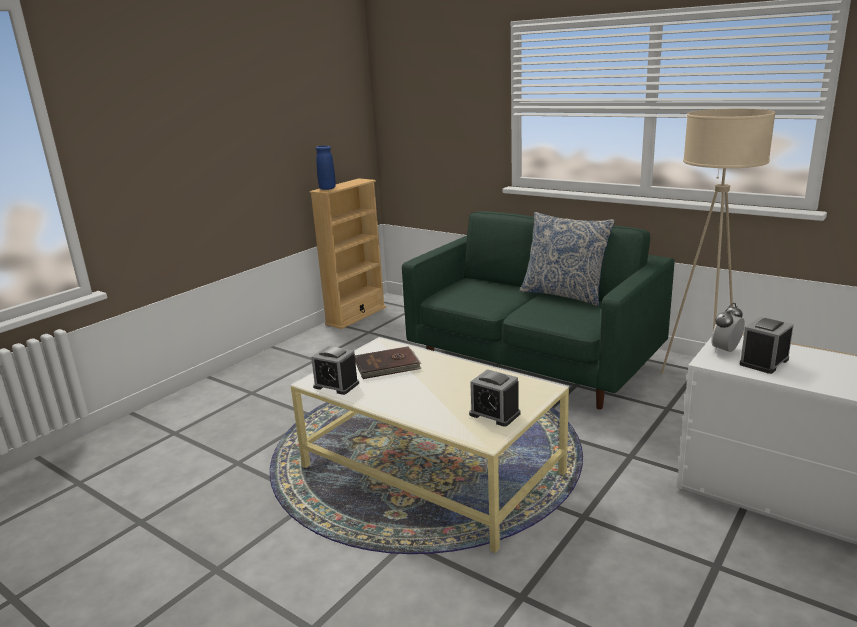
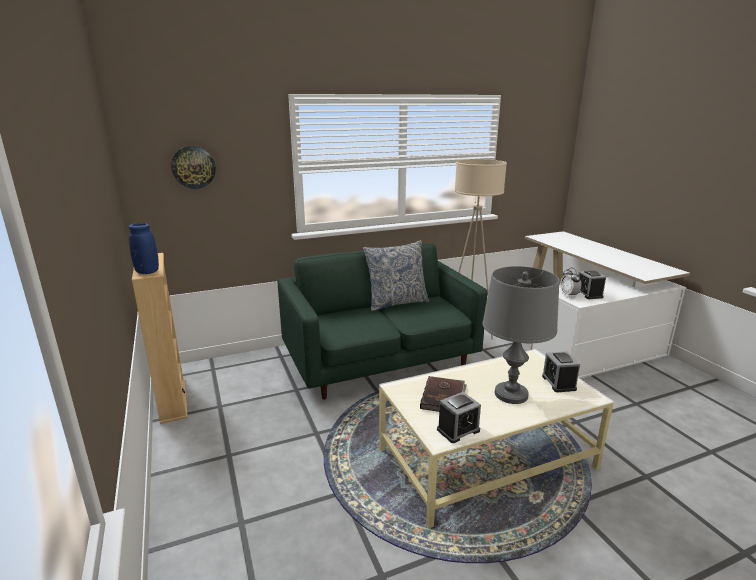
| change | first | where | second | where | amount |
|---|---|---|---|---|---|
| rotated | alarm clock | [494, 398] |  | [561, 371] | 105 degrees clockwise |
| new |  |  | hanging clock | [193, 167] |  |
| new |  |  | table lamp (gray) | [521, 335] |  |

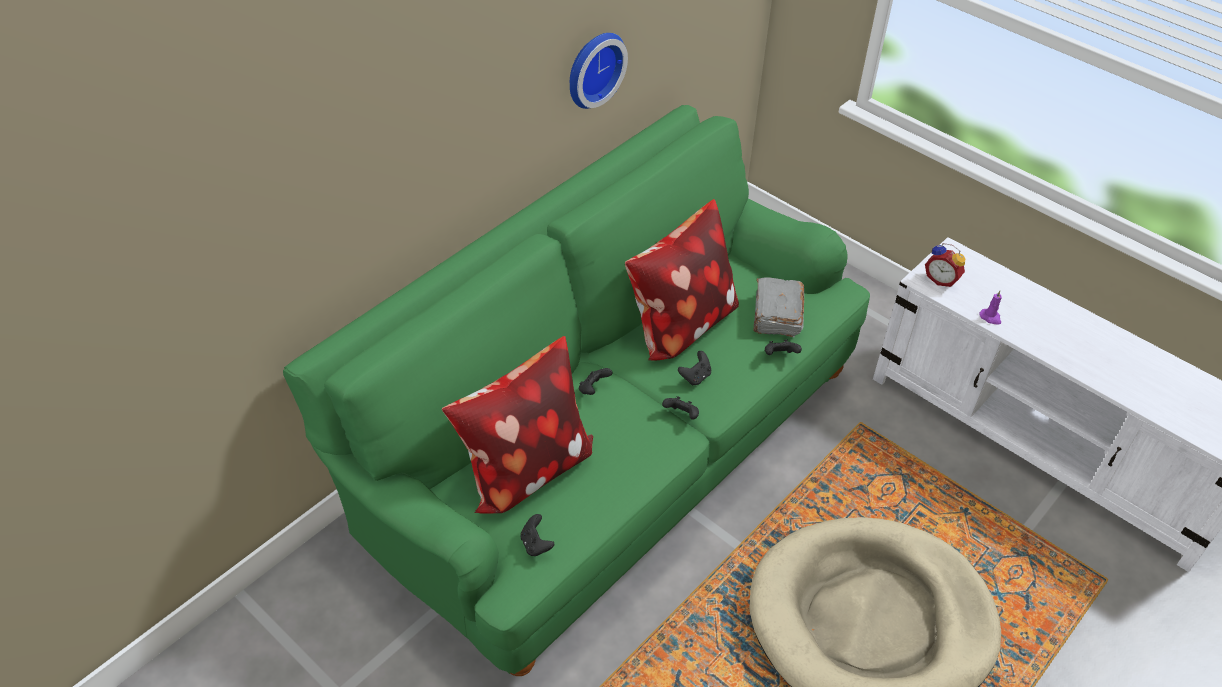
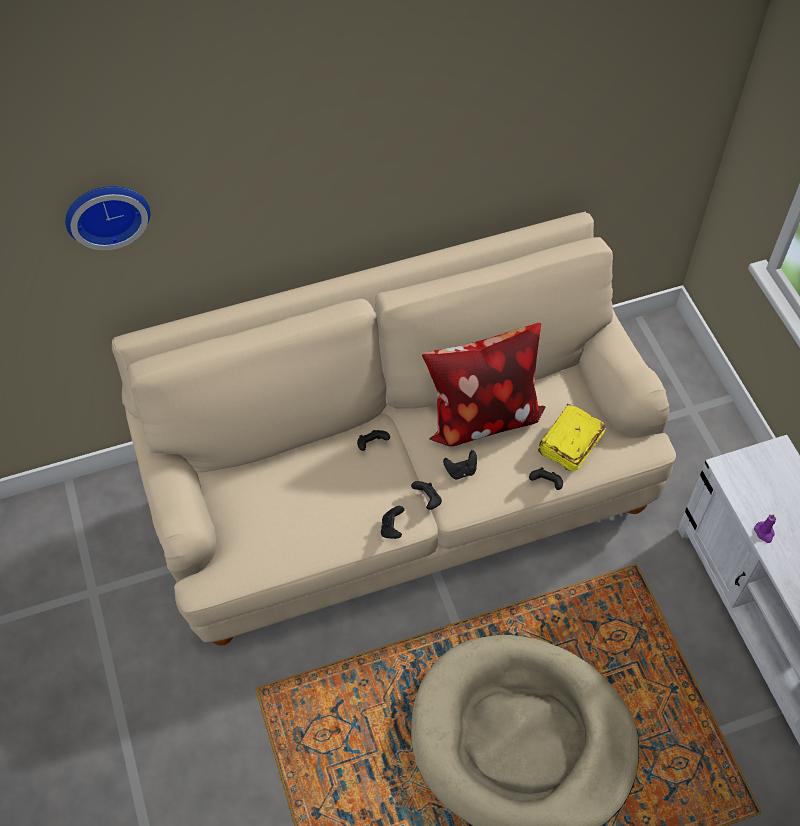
| change | first | where | second | where | amount |
|---|---|---|---|---|---|
| shifted | hanging clock | [599, 71] |  | [107, 218] |  |
| repainted | couch (green) | [576, 390] | couch (beige) | [394, 429] |  |
| gone | alarm clock | [945, 265] |  |  |  |
| repainted | volume (gray) | [778, 307] | volume (yellow-coloured) | [572, 438] |  |
| gone | pillow | [517, 425] |  |  |  |
| shifted | gamepad (black) | [538, 535] |  | [392, 522] |  |

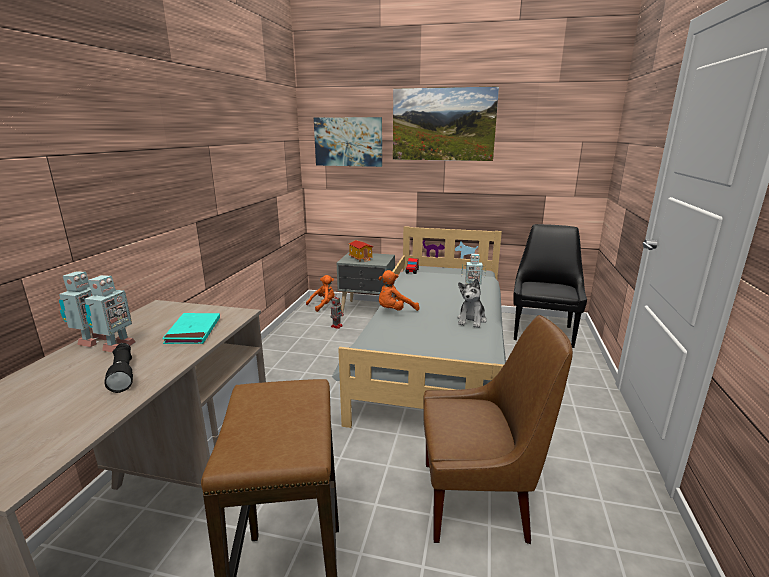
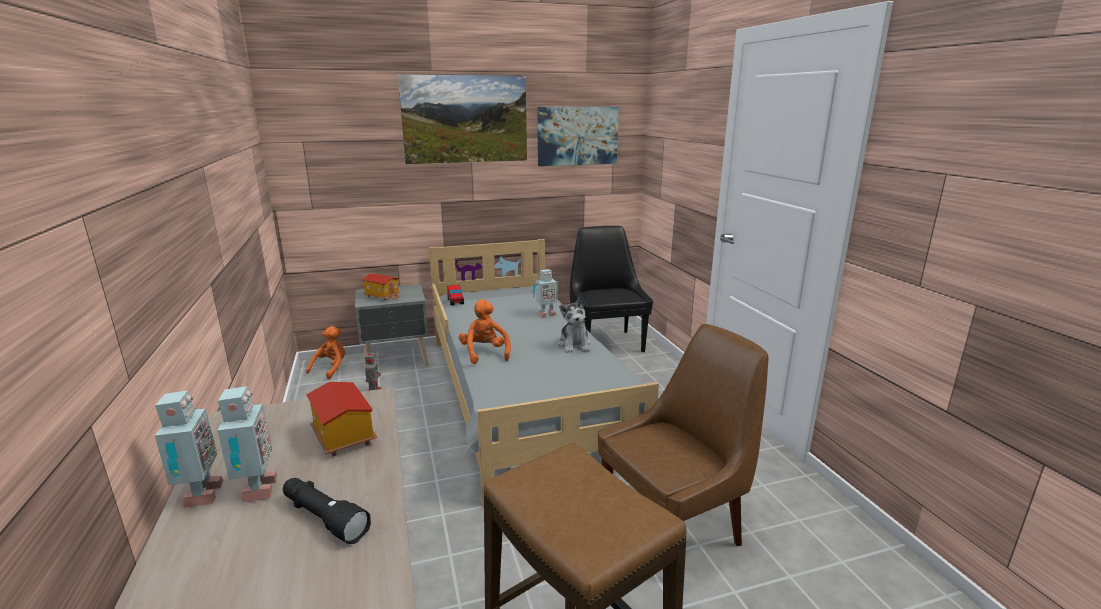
| change | first | where | second | where | amount |
|---|---|---|---|---|---|
| shifted | picture | [348, 142] |  | [578, 136] |  |
| rotated | cuddly toy (orange) | [399, 290] |  | [485, 331] | 135 degrees clockwise |
| swapped | volume (blue-green) | [191, 328] | toy house | [341, 419] |  |

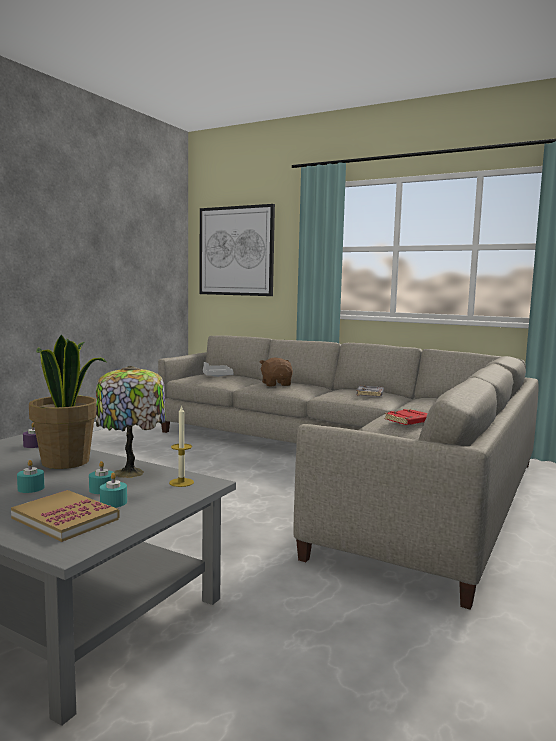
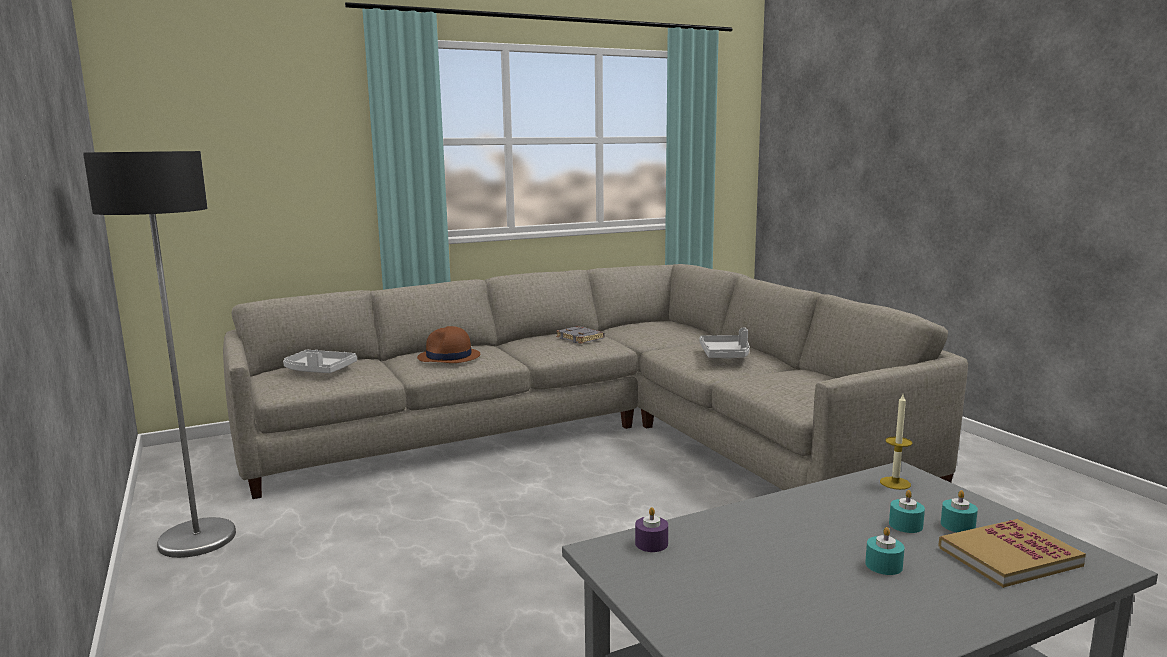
| change | first | where | second | where | amount |
|---|---|---|---|---|---|
| gone | picture | [237, 250] |  |  |  |
| gone | potted plant | [68, 402] |  |  |  |
| swapped | cuddly toy (brown-coloured) | [276, 371] | clothing hat (brown-coloured) | [448, 344] |  |
| gone | table lamp | [131, 422] |  |  |  |
| swapped | volume (red) | [406, 417] | tray (gray) | [724, 343] |  |
| new |  |  | standard lamp | [159, 354] |  |

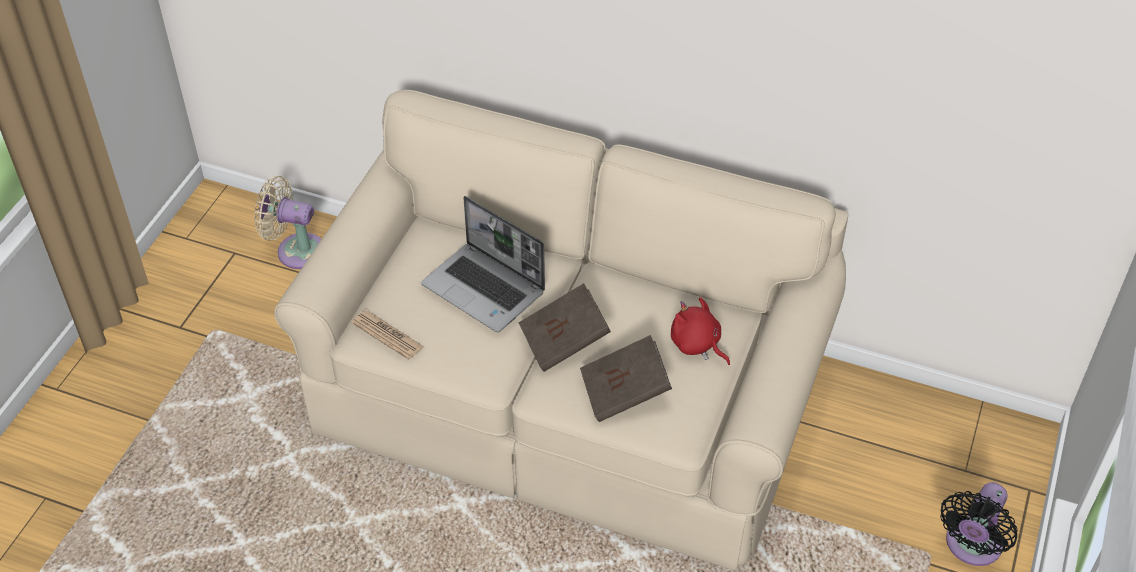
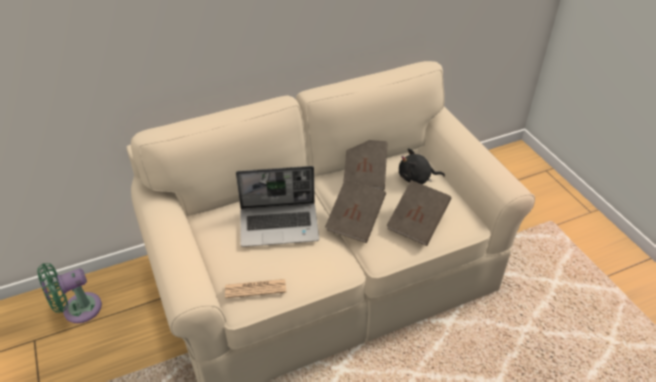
| change | first | where | second | where | amount |
|---|---|---|---|---|---|
| repainted | cooling fan (beige) | [287, 222] | cooling fan (green) | [69, 293] |  |
| repainted | cuddly toy (red) | [700, 331] | cuddly toy (black) | [422, 166] |  |
| gone | cooling fan (black) | [979, 524] |  |  |  |
| new |  |  | volume (brown-coloured) | [365, 165] |  |

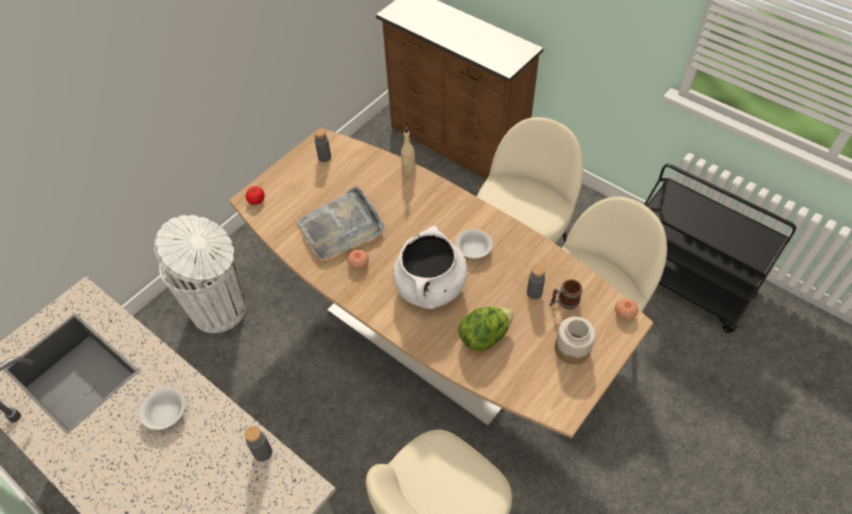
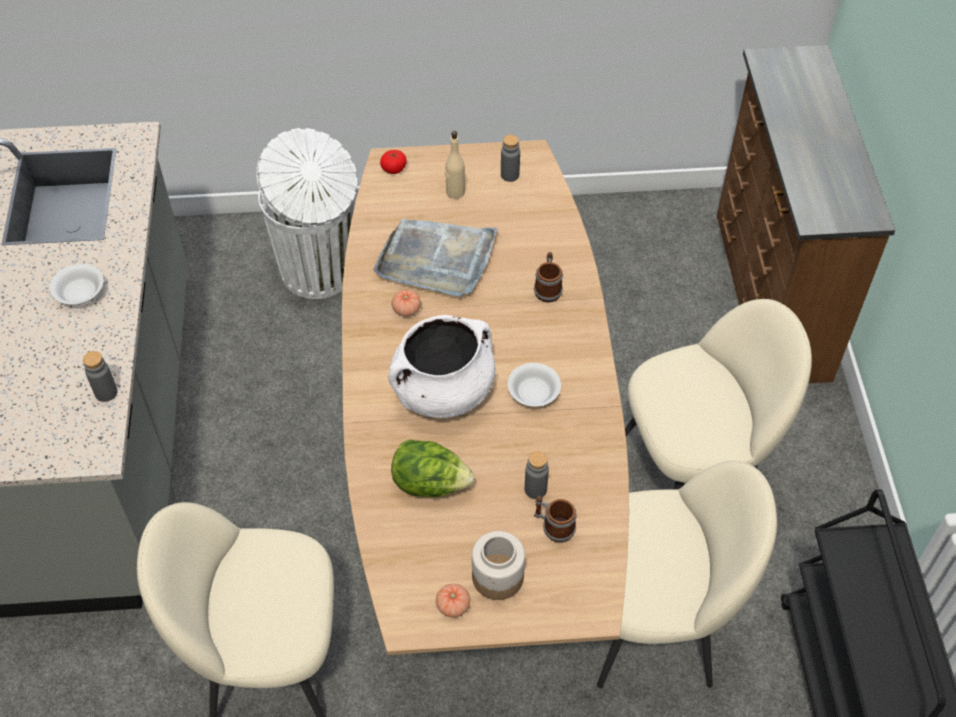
| change | first | where | second | where | amount |
|---|---|---|---|---|---|
| shifted | beverage bottle (beige) | [408, 151] |  | [455, 165] |  |
| shifted | fresh tomato | [626, 309] |  | [453, 600] |  |
| new |  |  | mug | [548, 277] |  |

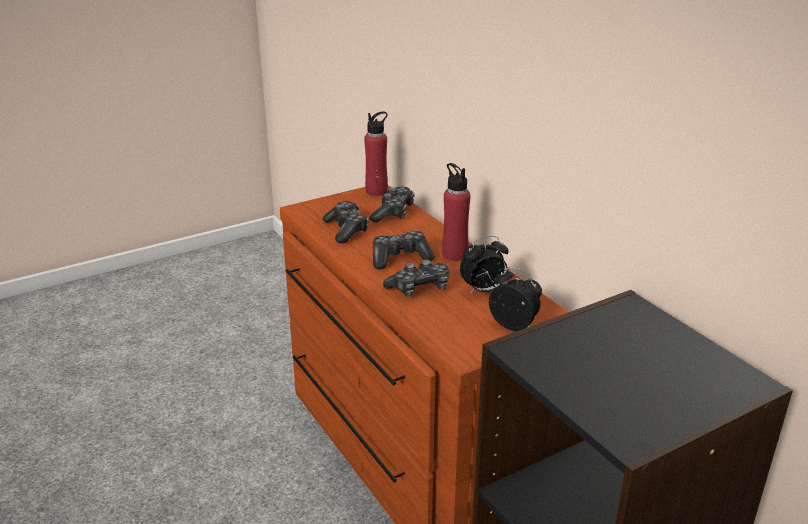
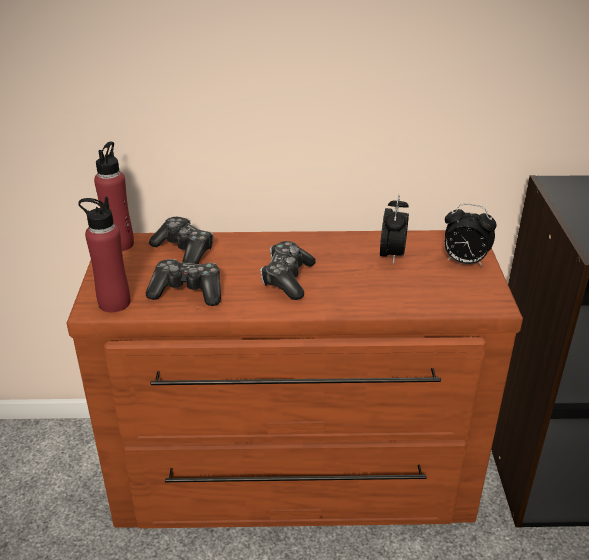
| change | first | where | second | where | amount |
|---|---|---|---|---|---|
| shifted | beverage bottle (red) | [456, 212] |  | [104, 254] |  |
| gone | gamepad | [416, 278] |  |  |  |
| rotated | alarm clock | [515, 299] |  | [471, 235] | 135 degrees counterclockwise |

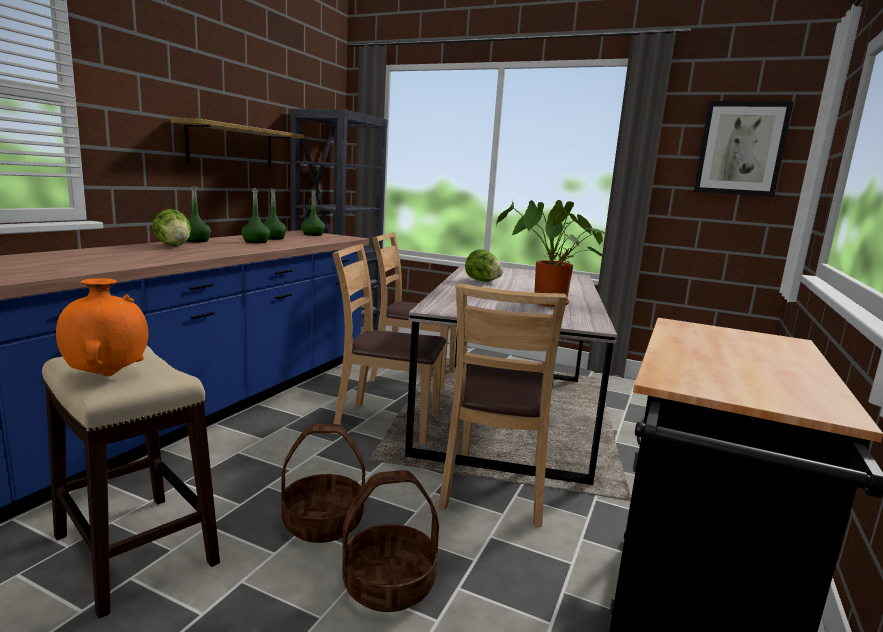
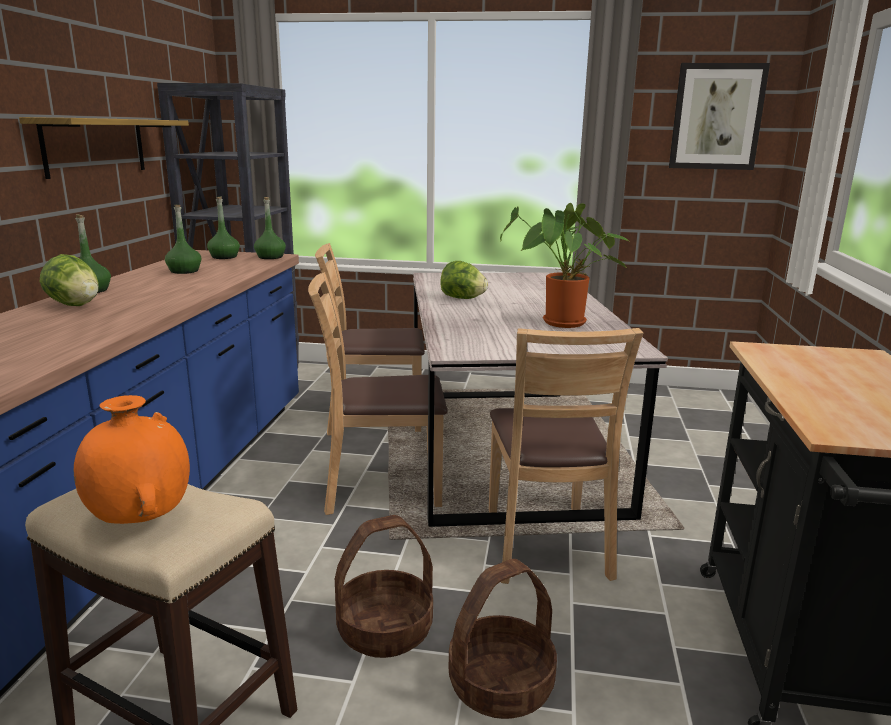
| change | first | where | second | where | amount |
|---|---|---|---|---|---|
| shifted | beverage bottle (green) | [255, 215] |  | [270, 228] |  |

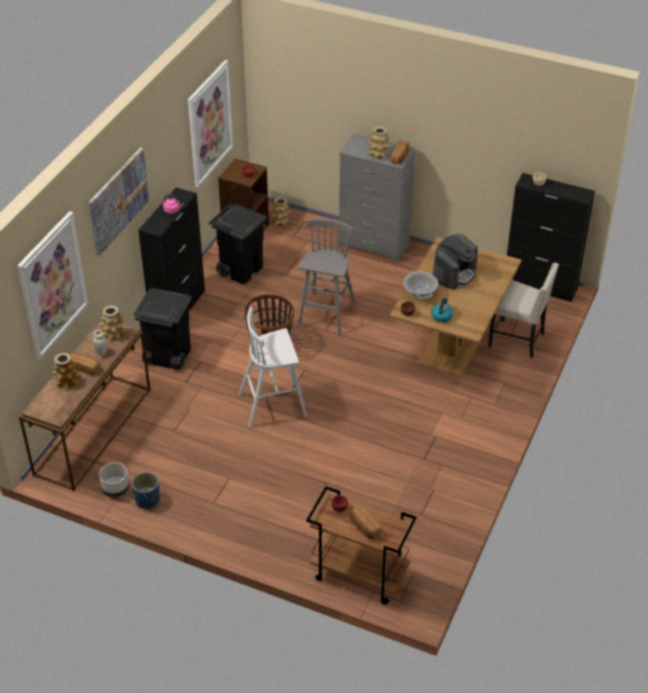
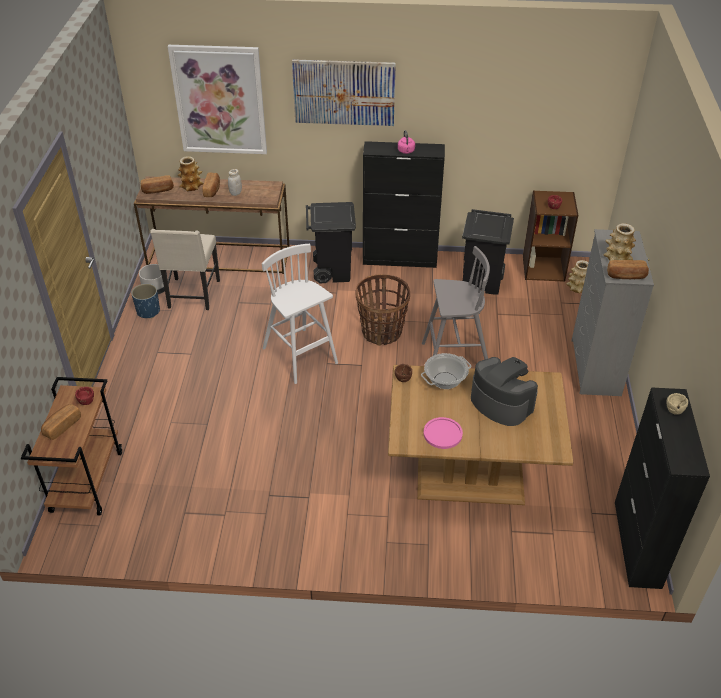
| change | first | where | second | where | amount |
|---|---|---|---|---|---|
| gone | picture | [210, 123] |  |  |  |
| rotated | coffee brewer | [455, 262] |  | [504, 391] | 150 degrees counterclockwise |
| shifted | upright chair (beige) | [523, 310] |  | [185, 269] |  |
| gone | tea kettle | [442, 310] |  |  |  |
| gone | decorative vase | [112, 323] |  |  |  |
| new |  |  | baked bread | [157, 184] |  |
| new |  |  | dinner plate (pink-coloured) | [443, 433] |  |

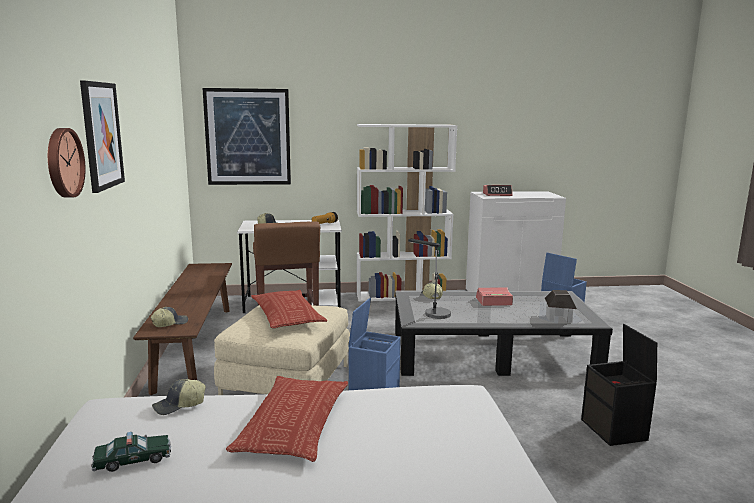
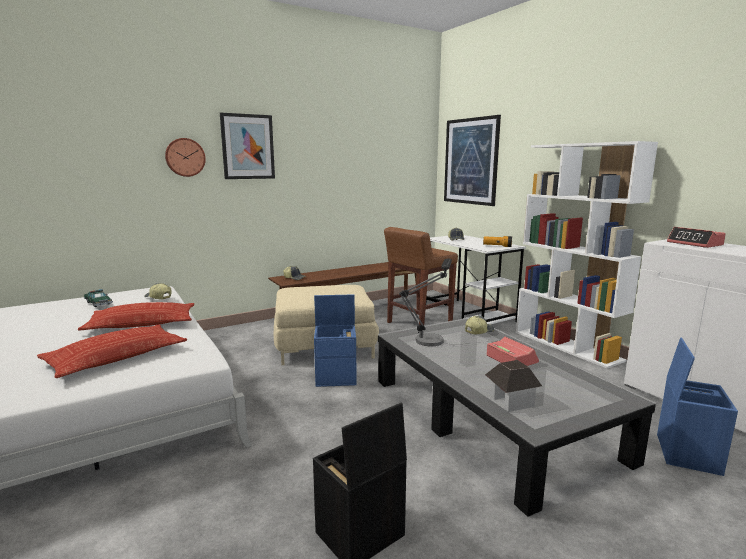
| change | first | where | second | where | amount |
|---|---|---|---|---|---|
| shifted | pillow | [289, 309] |  | [112, 351] |  |

